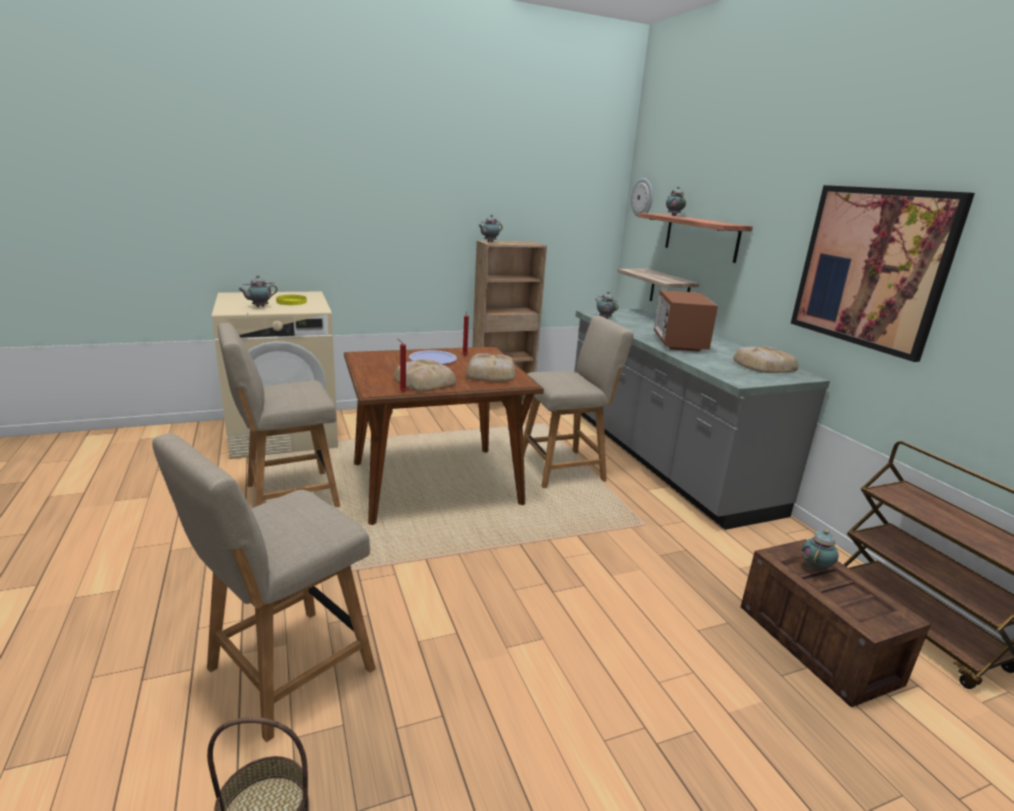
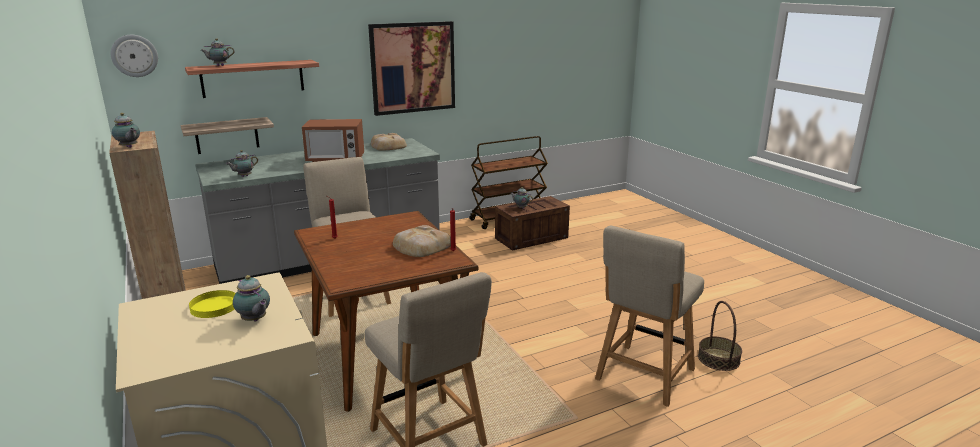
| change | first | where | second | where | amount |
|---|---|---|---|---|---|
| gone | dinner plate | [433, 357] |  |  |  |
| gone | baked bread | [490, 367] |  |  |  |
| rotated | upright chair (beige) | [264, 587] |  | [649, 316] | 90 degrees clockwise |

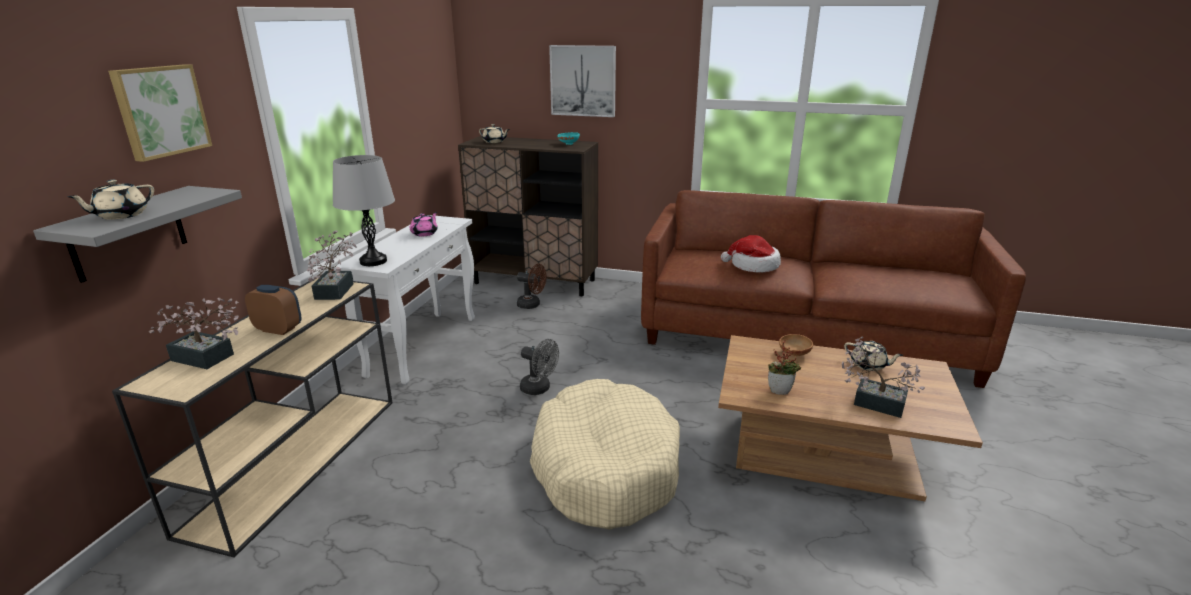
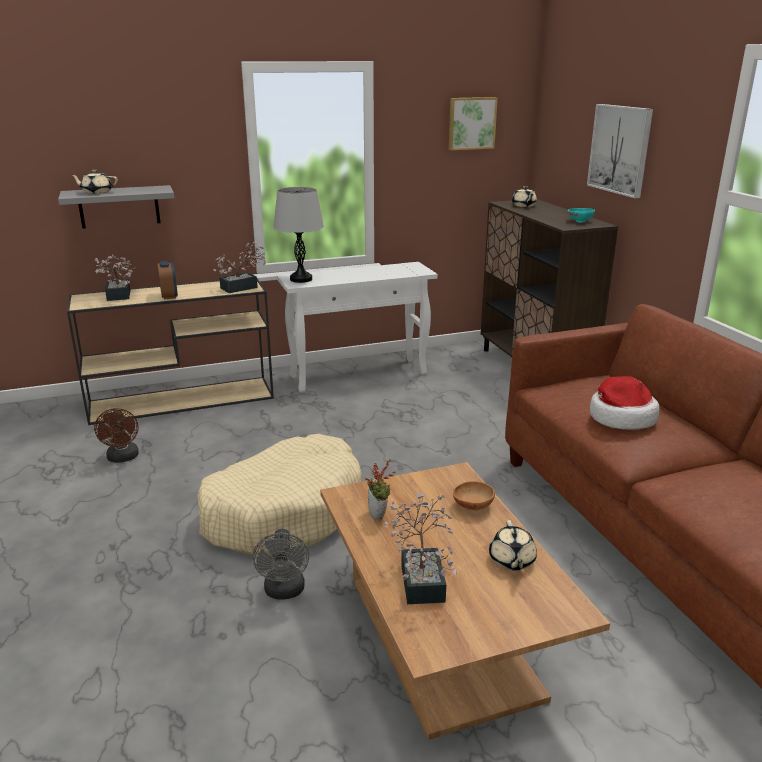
| change | first | where | second | where | amount |
|---|---|---|---|---|---|
| shifted | picture | [160, 113] |  | [473, 123] |  |
| gone | tea pot (pink-coloured) | [423, 224] |  |  |  |
| shifted | cooling fan (brown-coloured) | [532, 286] |  | [116, 435] |  |
| shifted | cooling fan (gray) | [539, 367] |  | [281, 564] |  |

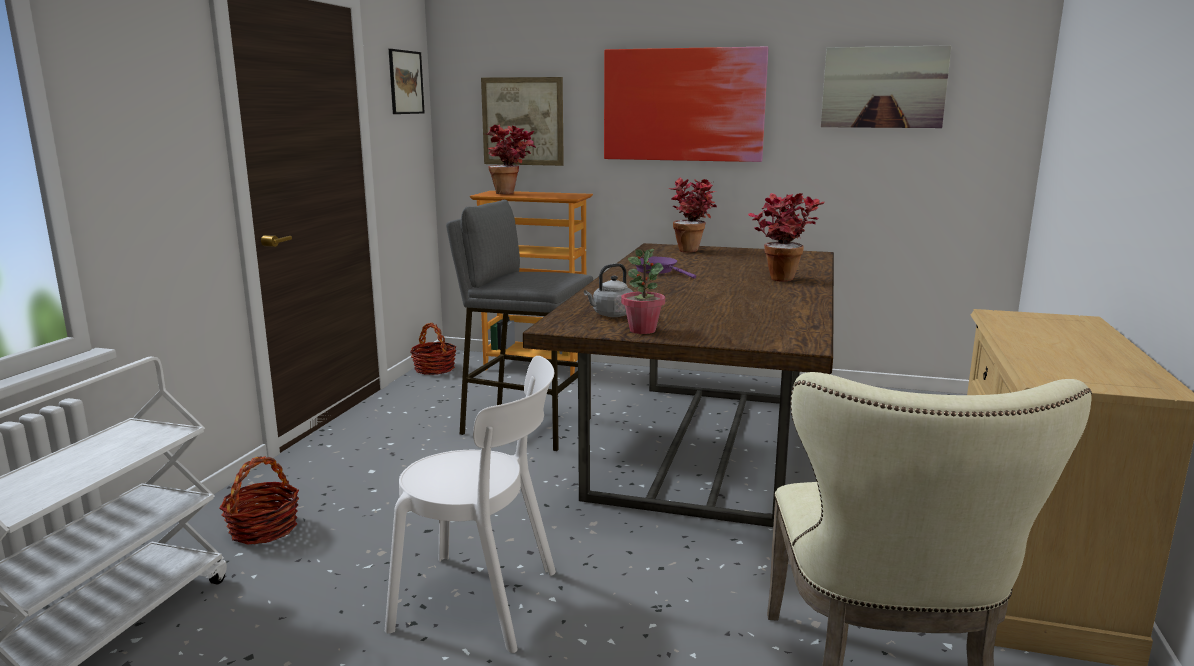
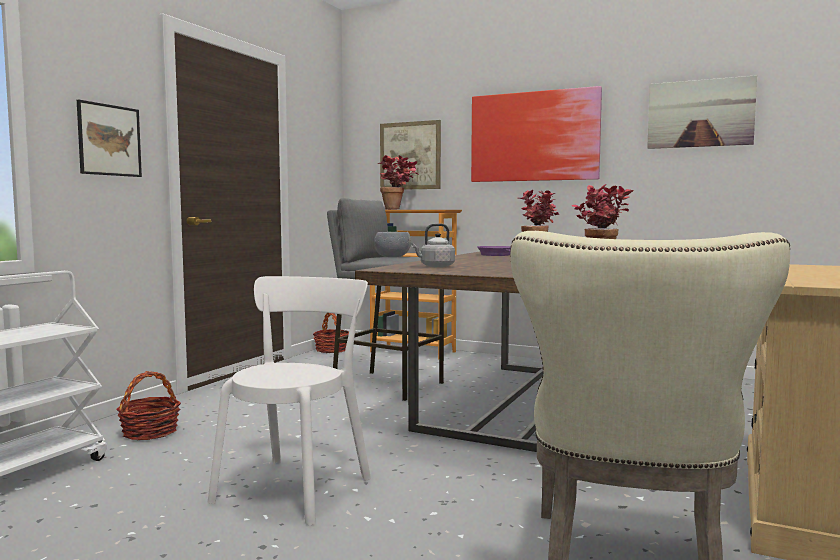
| change | first | where | second | where | amount |
|---|---|---|---|---|---|
| shifted | picture | [407, 81] |  | [109, 138] |  |
| gone | potted plant | [643, 291] |  |  |  |
| rotated | upright chair (white) | [470, 504] |  | [289, 400] | 90 degrees counterclockwise |
| new |  |  | deep dish (gray) | [392, 244] |  |

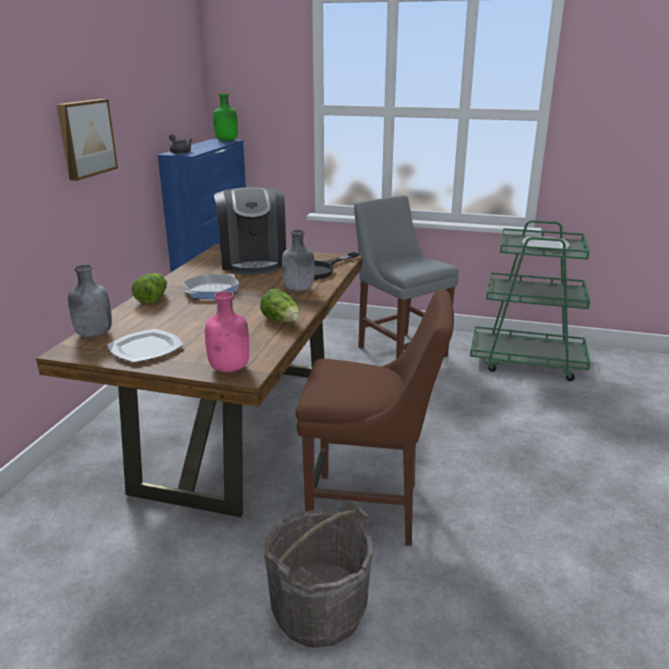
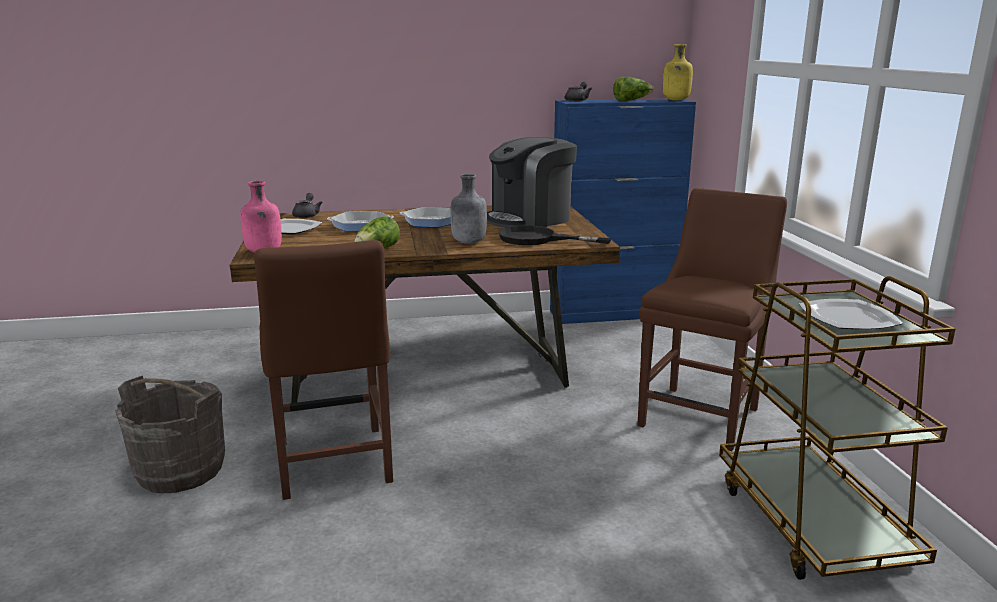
| change | first | where | second | where | amount |
|---|---|---|---|---|---|
| repainted | beverage bottle (green) | [225, 117] | beverage bottle (yellow-coloured) | [678, 72] |  |
| gone | picture | [87, 140] |  |  |  |
| repainted | upright chair (gray) | [406, 277] | upright chair (brown-coloured) | [712, 319] |  |
| repainted | wheeled cart (green) | [530, 300] | wheeled cart (brown-coloured) | [837, 428] |  |
| swapped | beverage bottle (gray) | [90, 300] | tea pot (gray) | [307, 205] |  |
| shifted | lettuce head | [149, 288] |  | [633, 89] |  |
| new |  |  | frying pan | [360, 221] |  |

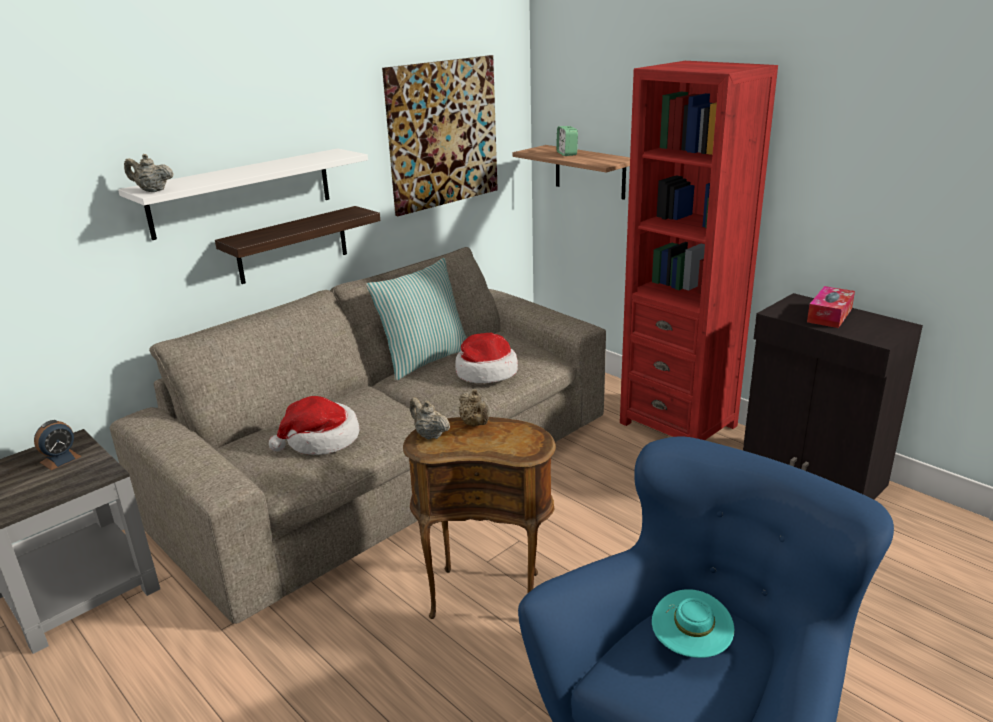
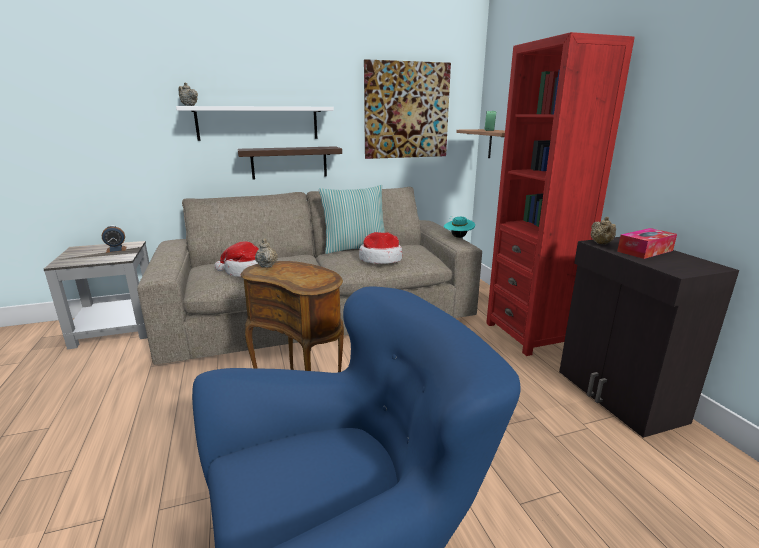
| change | first | where | second | where | amount |
|---|---|---|---|---|---|
| shifted | tea pot (beige) | [474, 407] |  | [603, 230] |  |
| shifted | clothing hat (blue-green) | [693, 623] |  | [459, 227] |  |

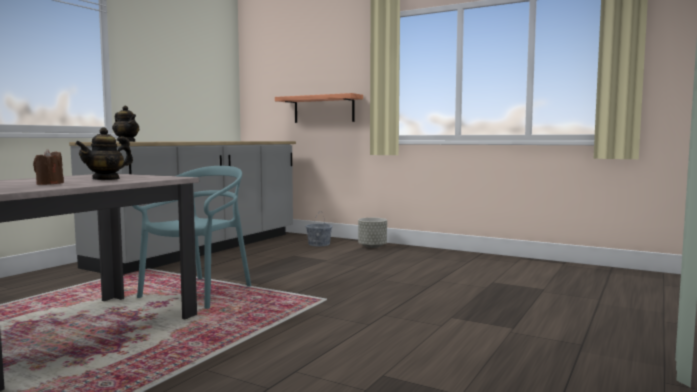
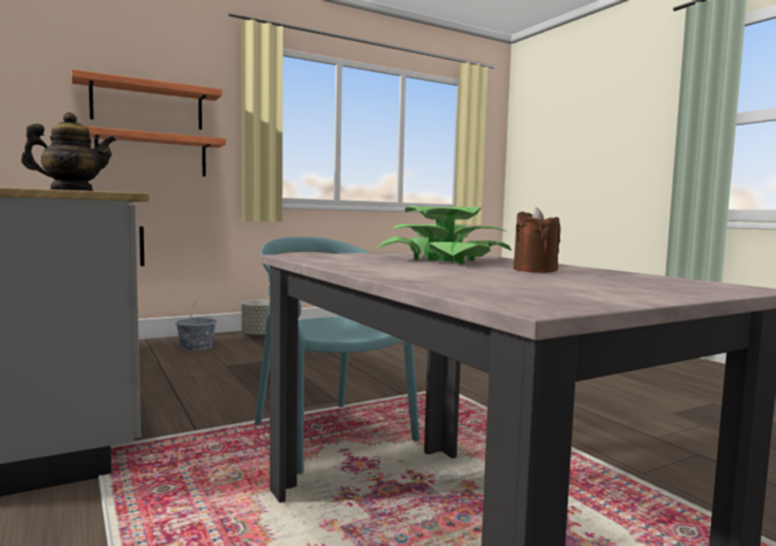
| change | first | where | second | where | amount |
|---|---|---|---|---|---|
| swapped | tea pot | [104, 153] | potted plant | [443, 235] |  |
| new |  |  | wall shelf | [147, 99] |  |

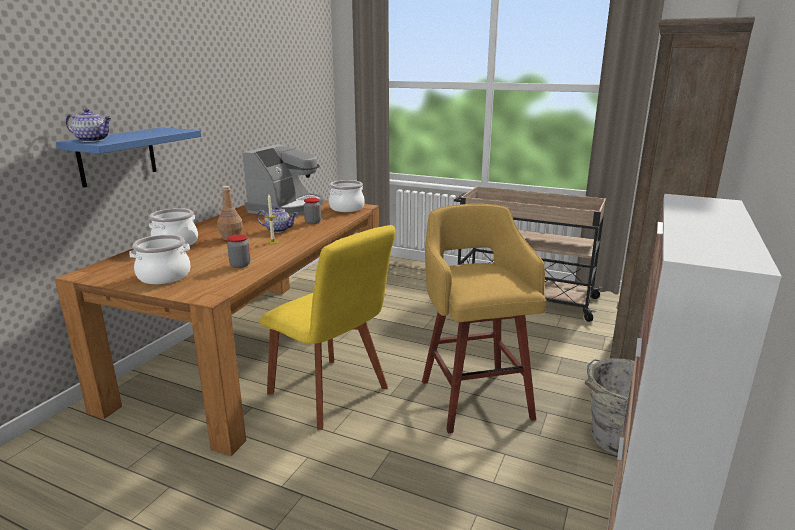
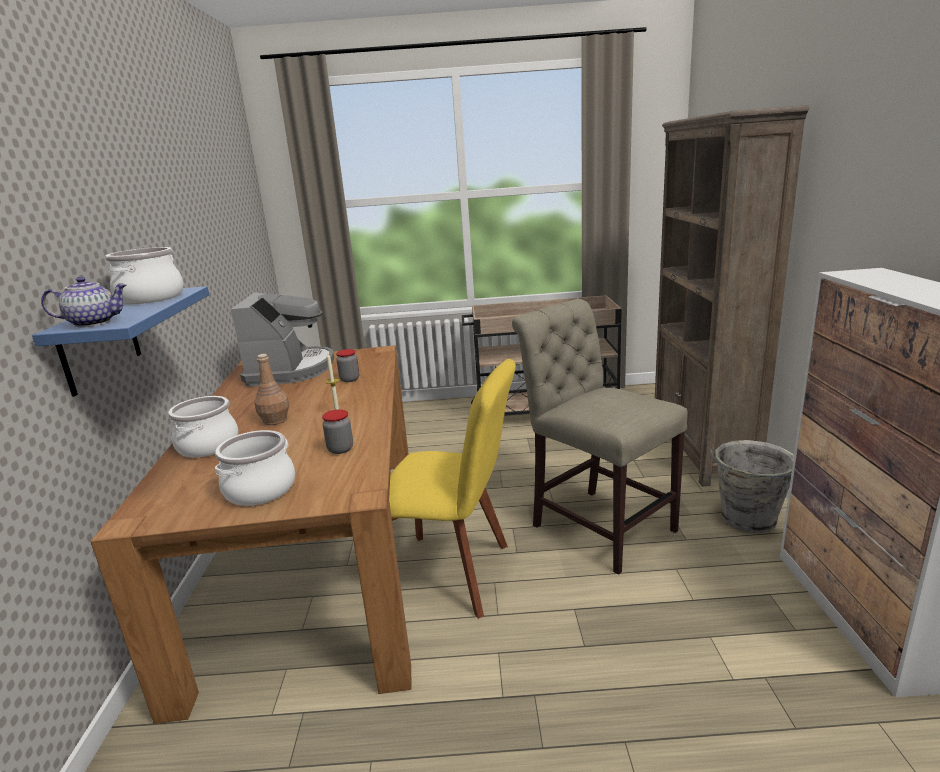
| change | first | where | second | where | amount |
|---|---|---|---|---|---|
| shifted | cooking pot | [347, 196] |  | [144, 275] |  |
| swapped | stool (yellow-coloured) | [484, 319] | upright chair (beige) | [600, 437] |  |
| gone | tea pot | [277, 219] |  |  |  |

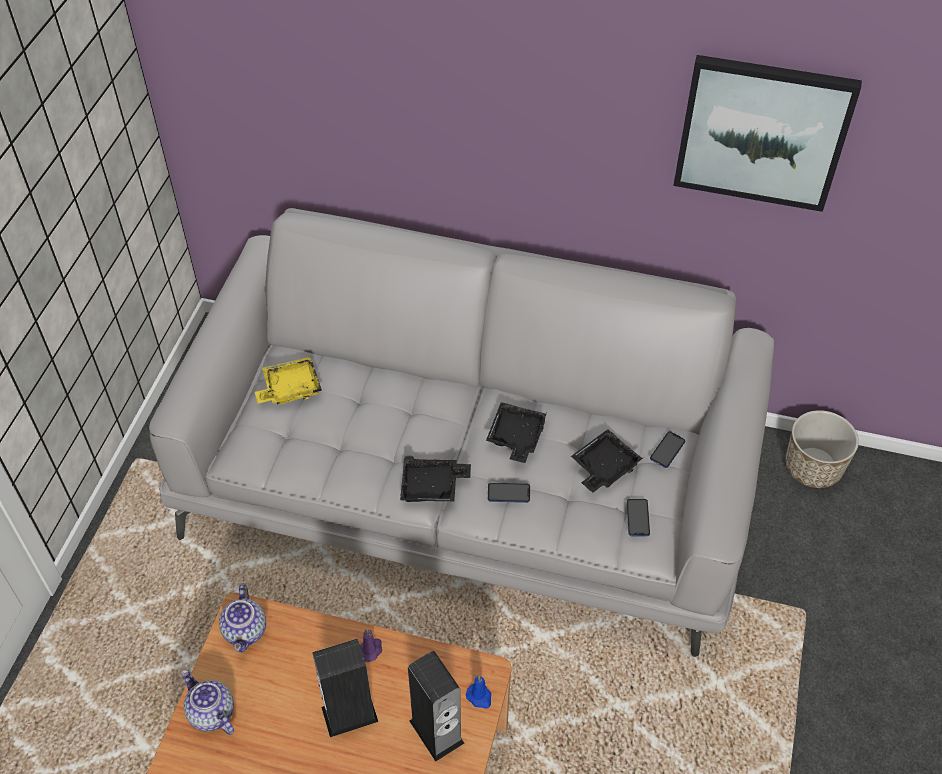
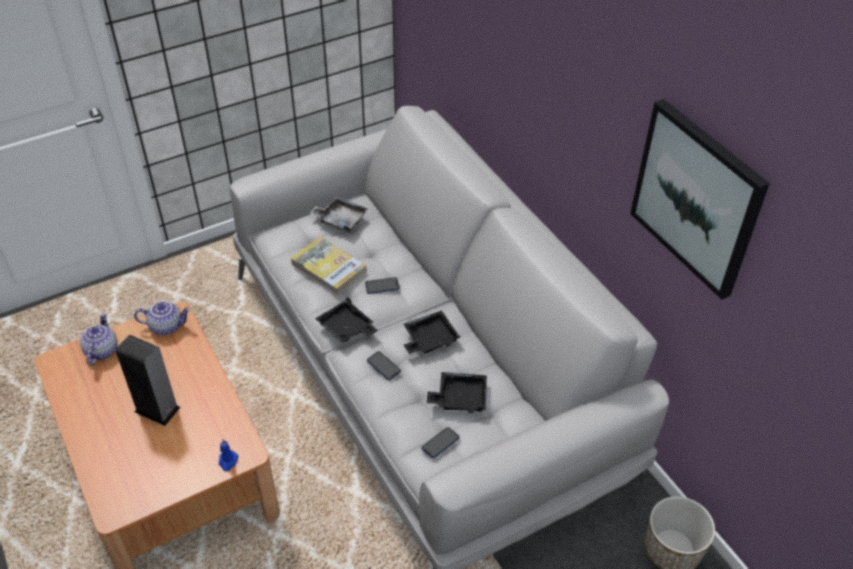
| change | first | where | second | where | amount |
|---|---|---|---|---|---|
| repainted | tray (yellow-coloured) | [288, 381] | tray (gray) | [338, 214] |  |
| shifted | telephone | [667, 449] |  | [382, 285] |  |
| rotated | tea pot | [242, 618] |  | [162, 318] | 135 degrees counterclockwise |
| gone | candle (purple-coloured) | [371, 645] |  |  |  |
| gone | loudspeaker | [436, 706] |  |  |  |
| new |  |  | volume | [328, 266] |  |

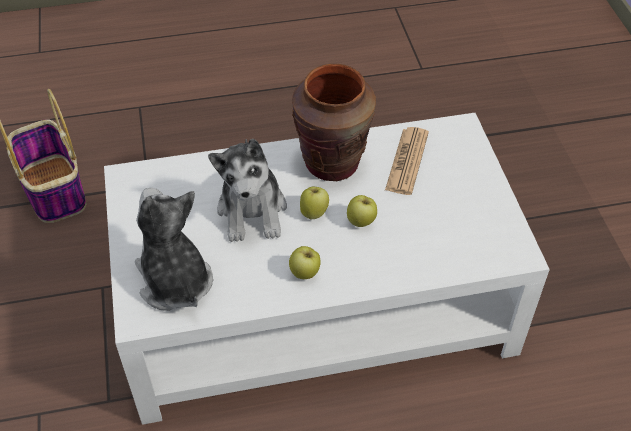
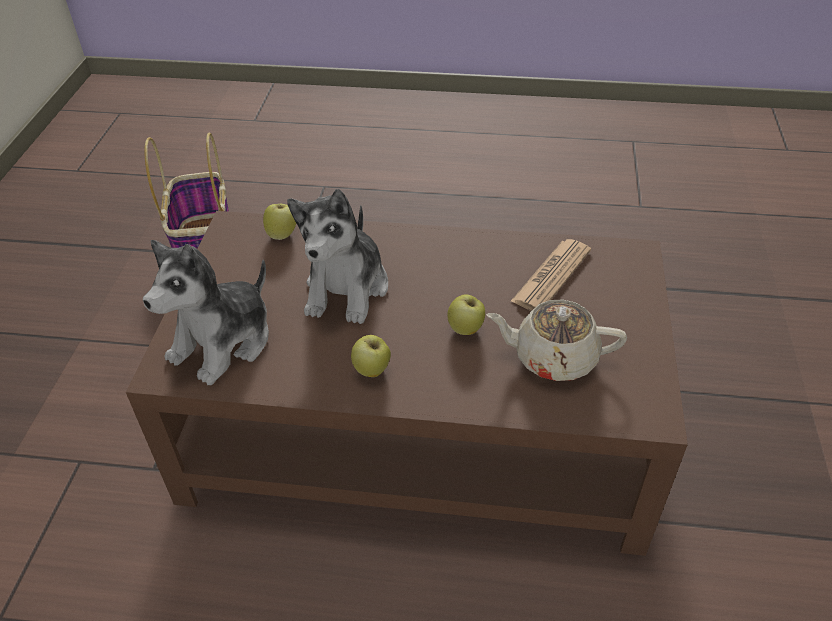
| change | first | where | second | where | amount |
|---|---|---|---|---|---|
| gone | decorative vase (brown-coloured) | [334, 122] |  |  |  |
| repainted | low table (white) | [327, 269] | low table (brown-coloured) | [407, 383] |  |
| shifted | apple | [314, 203] |  | [279, 222] |  |
| rotated | cuddly toy | [174, 249] |  | [206, 312] | 135 degrees counterclockwise |
| new |  |  | tea pot (beige) | [556, 340] |  |

